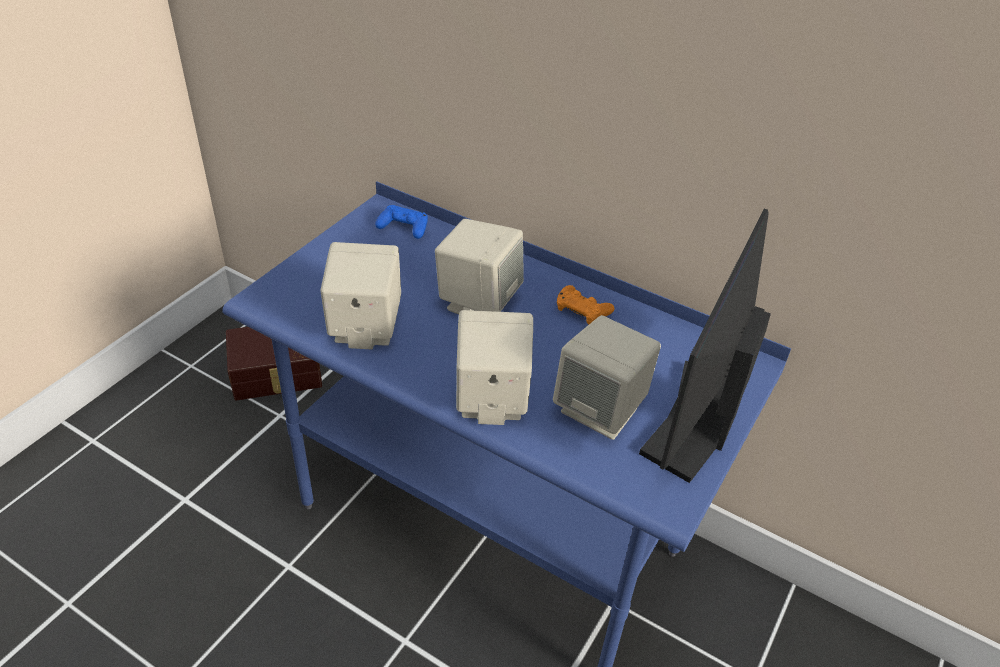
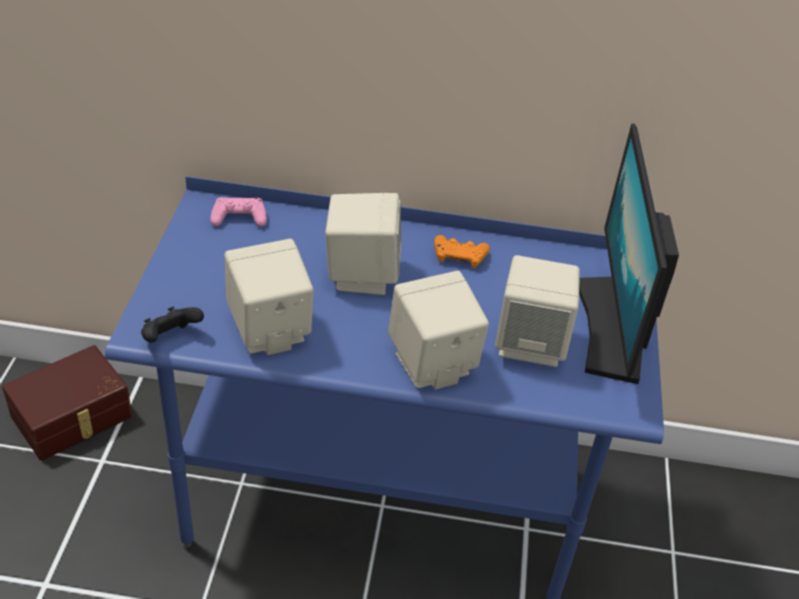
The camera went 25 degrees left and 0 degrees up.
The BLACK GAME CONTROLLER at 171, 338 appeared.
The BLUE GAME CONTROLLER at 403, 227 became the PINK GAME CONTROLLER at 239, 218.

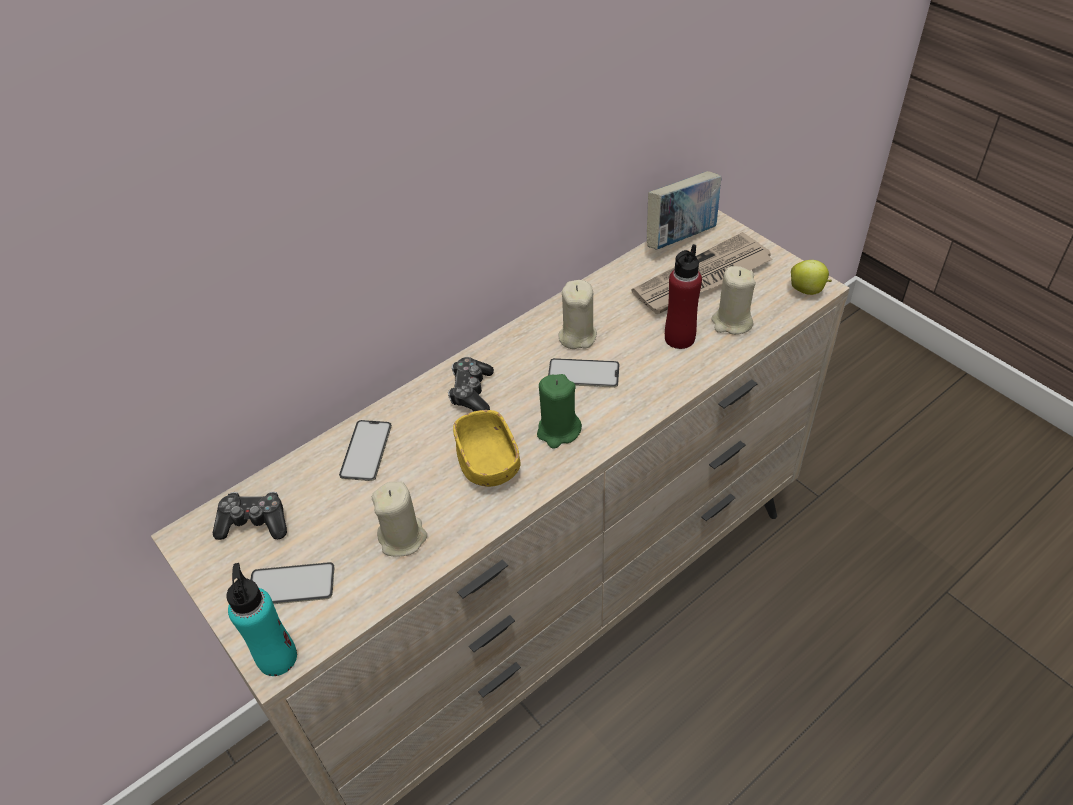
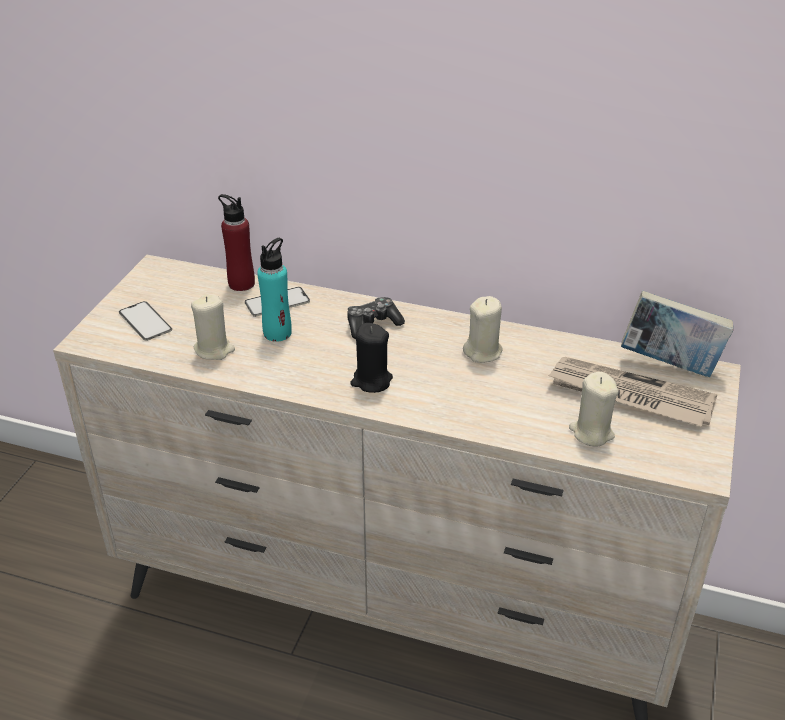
The camera went 55 degrees right and 10 degrees down.
The GAME CONTROLLER at 254, 522 disappeared.
The YELLOW BOWL at 488, 464 disappeared.
The PHONE at 583, 373 disappeared.
The APPLE at 807, 290 disappeared.
The TURQUOISE BOTTLE moved from 277, 657 to 277, 333.
The RED BOTTLE moved from 679, 338 to 241, 283.
The GREEN CANDLE at 558, 431 became the BLACK CANDLE at 371, 381.

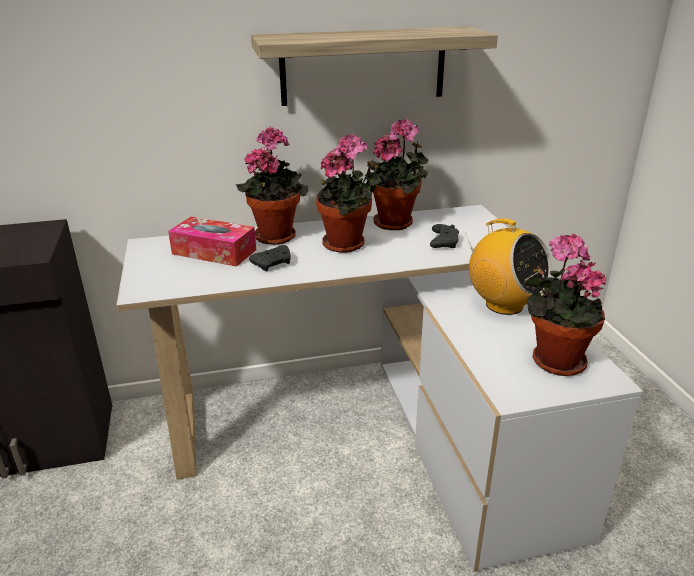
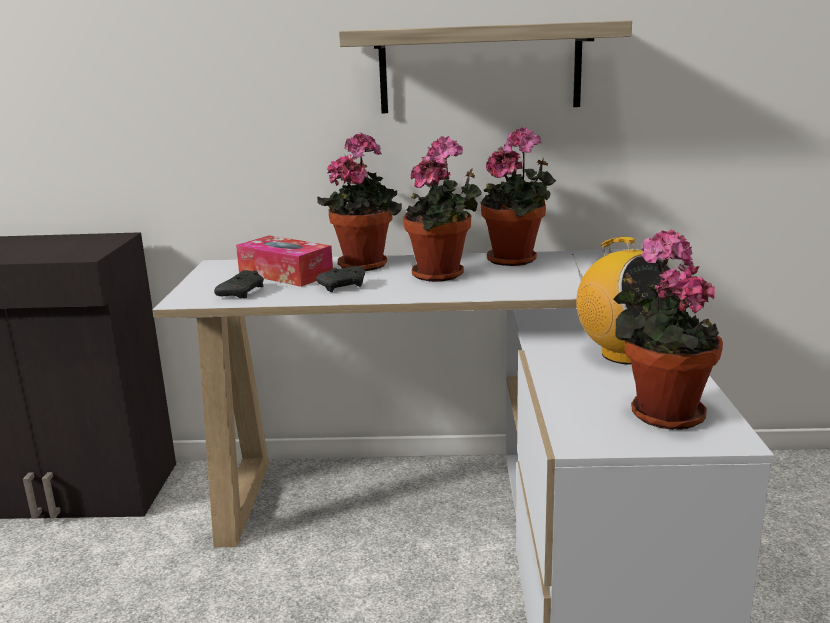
The camera went 15 degrees right and 10 degrees down.
The BLACK GAME CONTROLLER moved from 443, 242 to 242, 292.

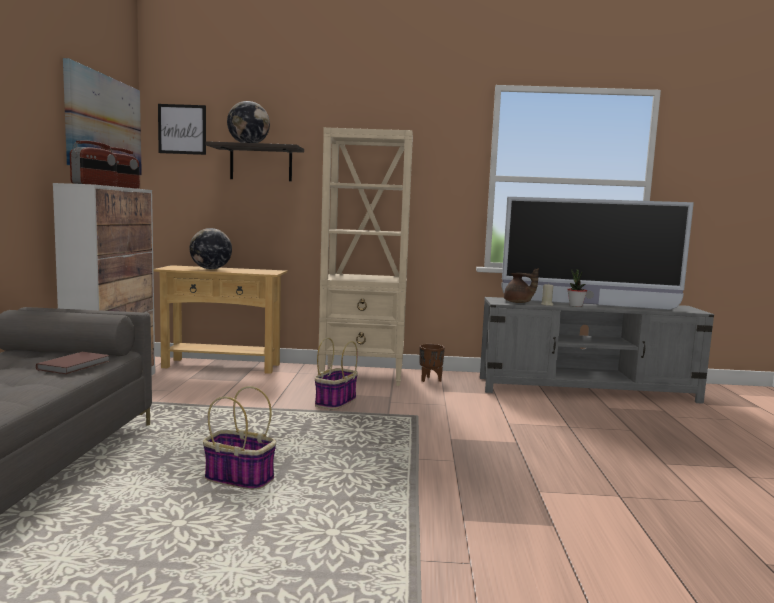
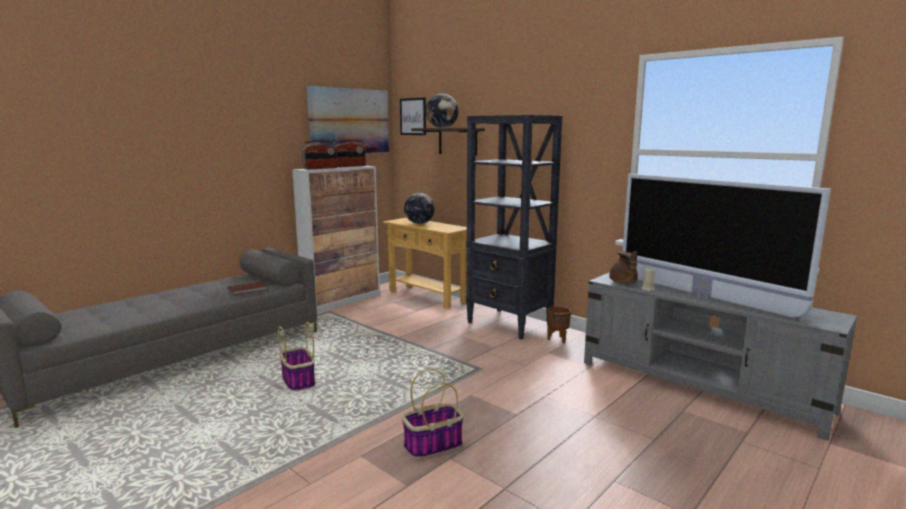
The camera went 40 degrees right and 5 degrees up.
The POTTED PLANT at 575, 305 disappeared.
The BASKET moved from 335, 402 to 432, 446.
The BEIGE BOOKCASE at 363, 375 became the BLACK BOOKCASE at 509, 324.

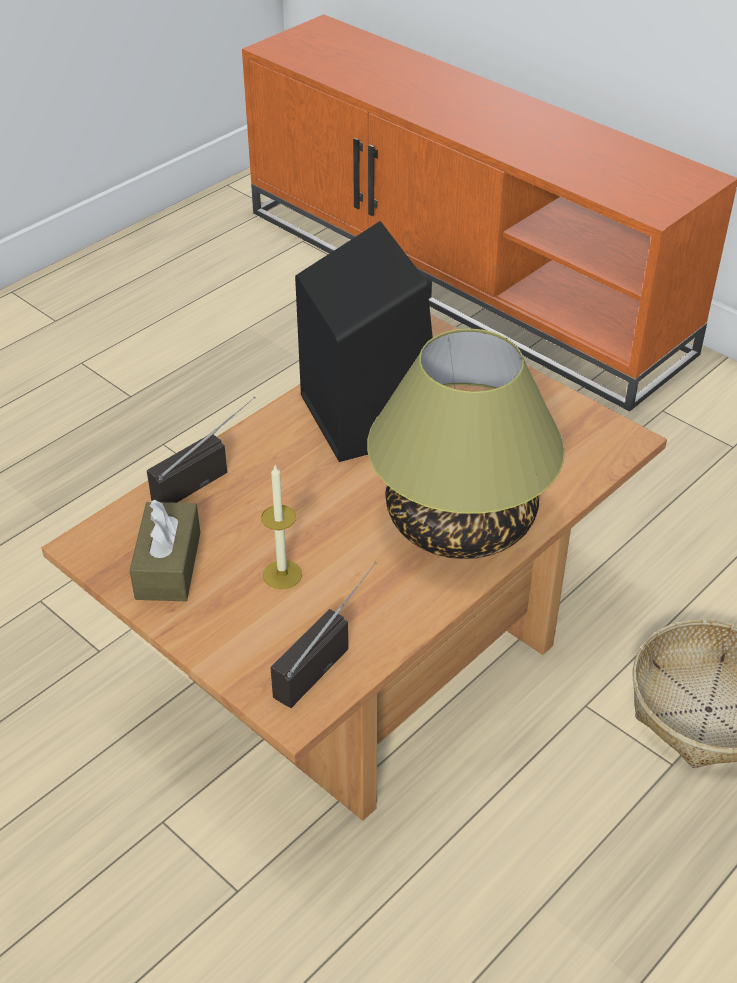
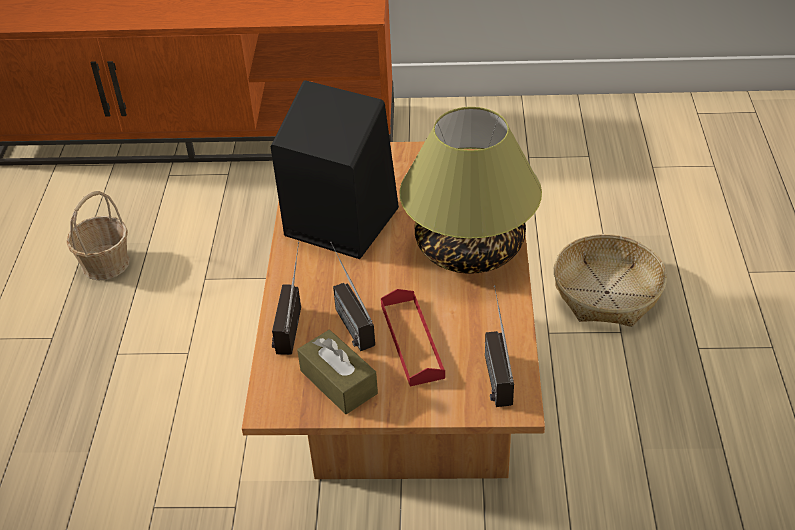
The camera went 40 degrees left and 0 degrees up.
The BASKET at 105, 264 appeared.
The RADIO at 346, 316 appeared.
The CANDLE at 282, 574 was replaced by the RED TRAY at 412, 341.

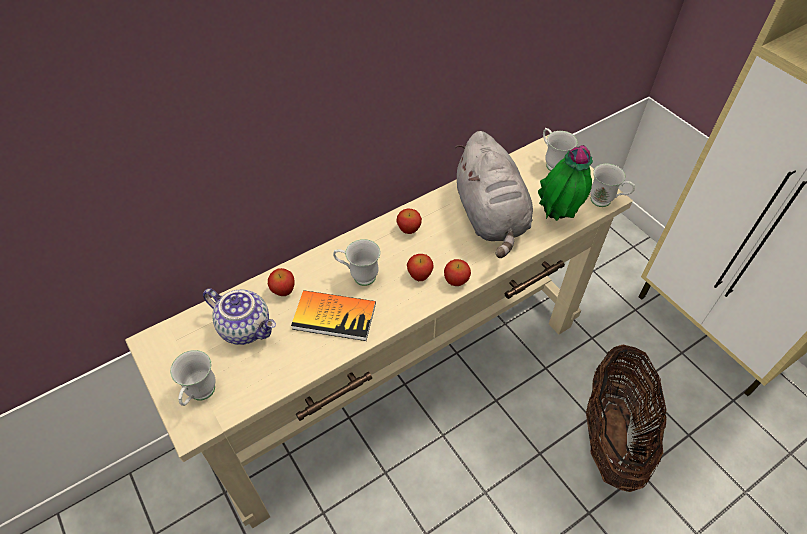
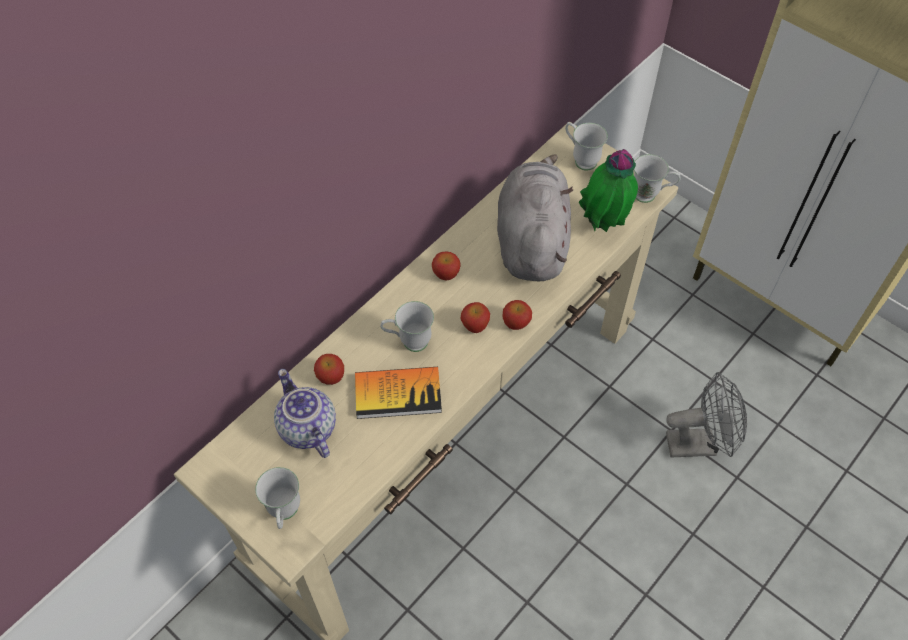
The camera went 15 degrees left and 5 degrees up.
The BASKET at 612, 434 was replaced by the GREY FAN at 699, 443.
The TEAPOT at 246, 327 turned 135 degrees counterclockwise.
The GREY PLUSH TOY at 490, 217 turned 150 degrees counterclockwise.

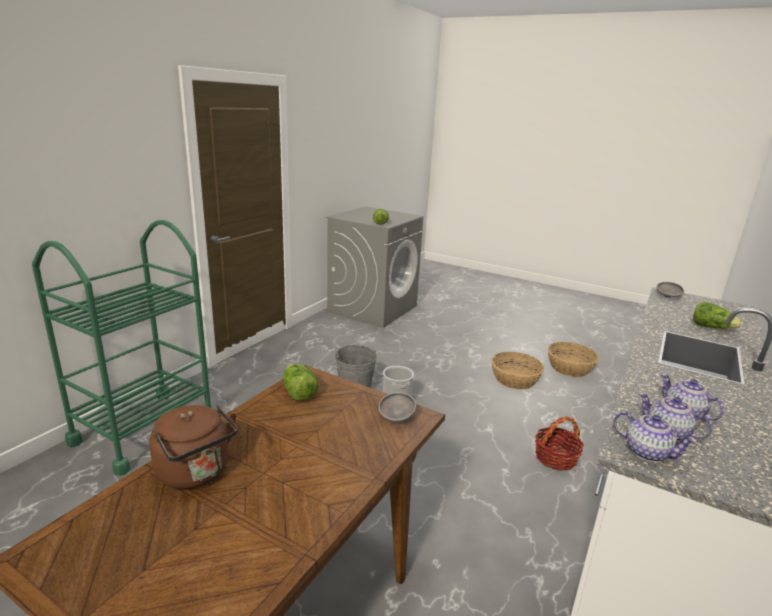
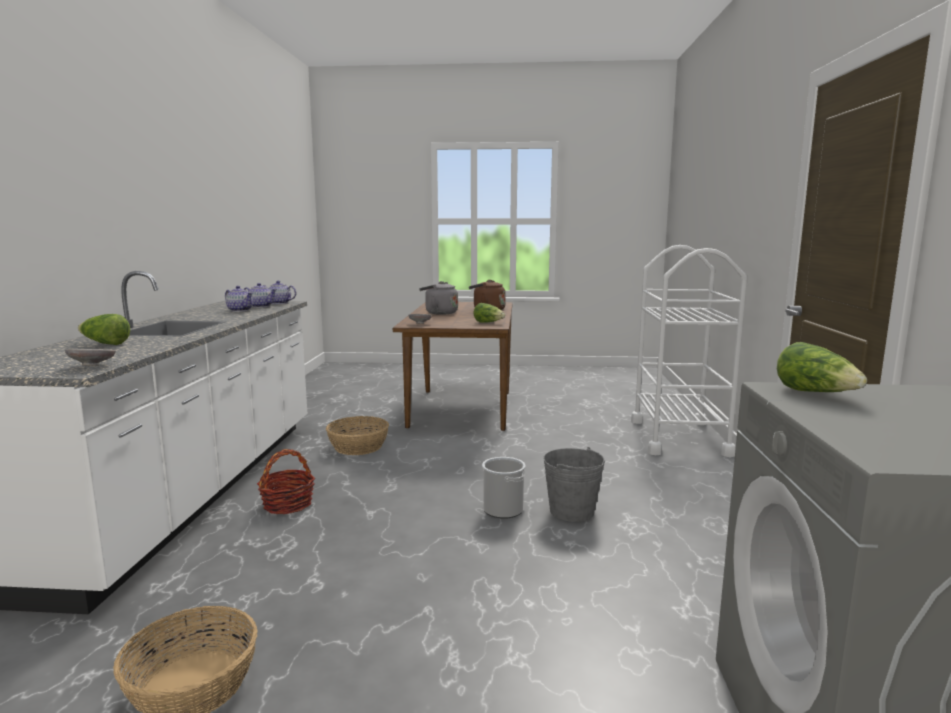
The camera went 155 degrees right and 10 degrees down.
The GREY KETTLE at 439, 313 appeared.
The BASKET moved from 515, 380 to 358, 447.
The GREEN CART at 144, 430 became the WHITE CART at 679, 437.

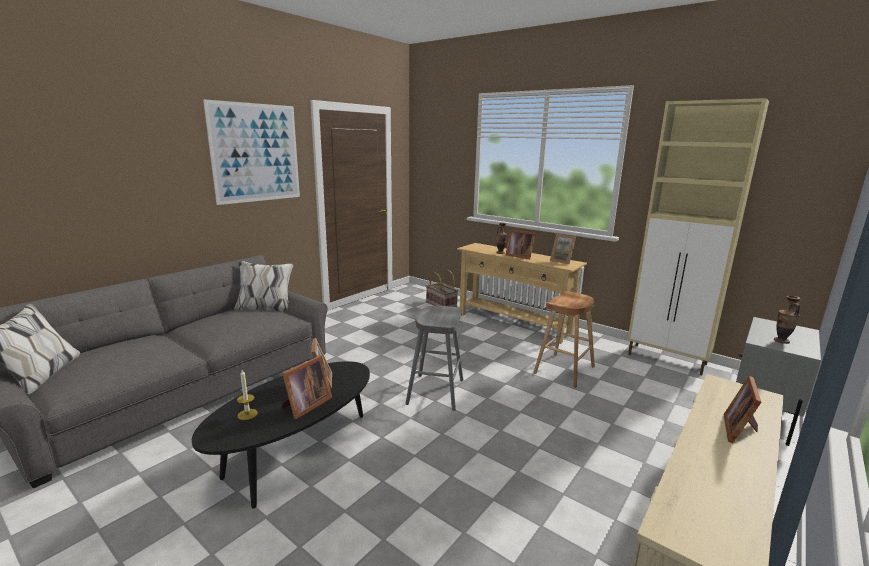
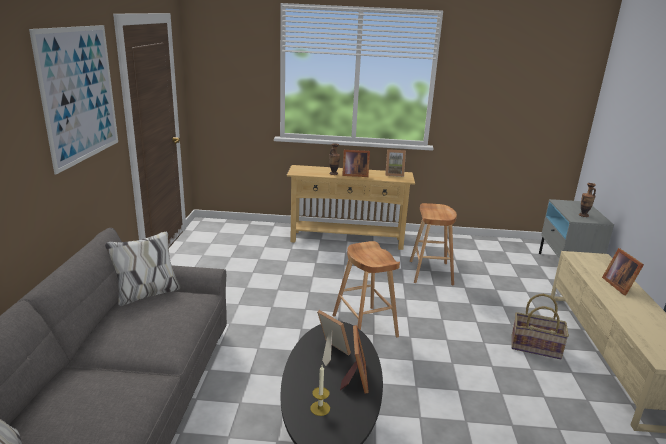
The camera went 35 degrees left and 5 degrees up.
The BEIGE CABINET at 667, 359 disappeared.
The BASKET moved from 442, 304 to 535, 347.
The GREY STOOL at 435, 392 became the BROWN STOOL at 365, 326.

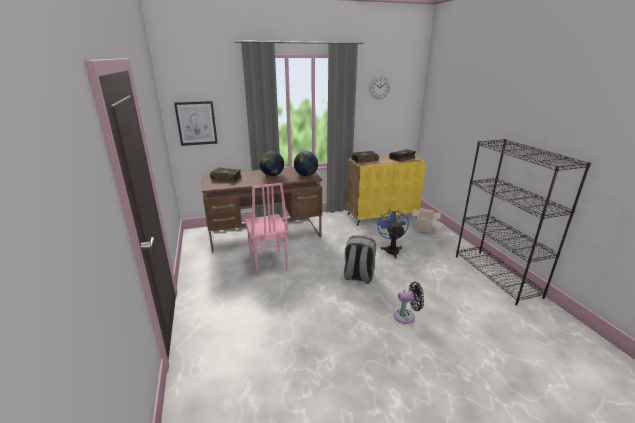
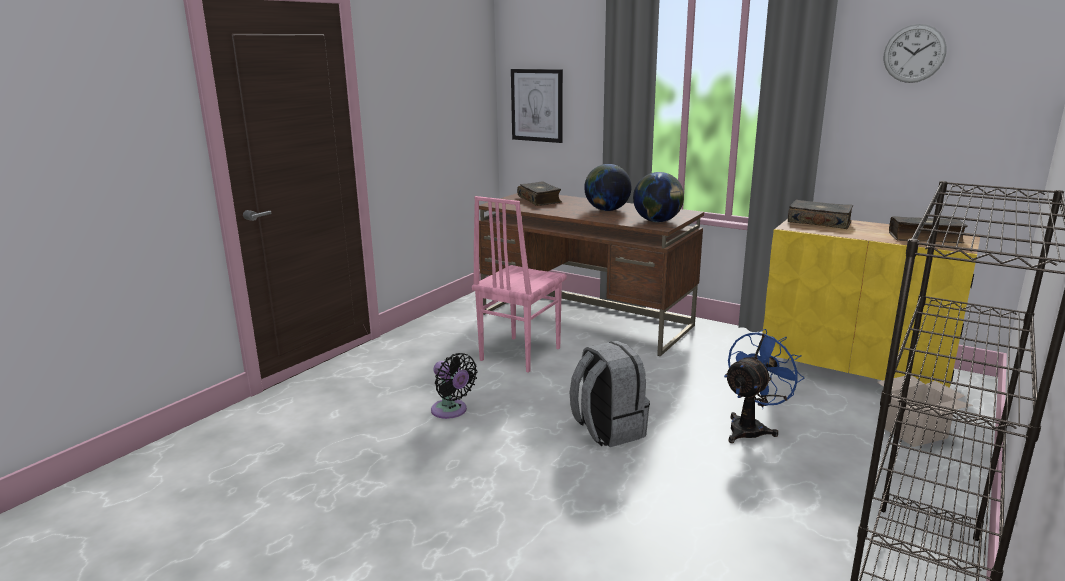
The camera went 50 degrees right and 5 degrees down.
The BLACK FAN moved from 406, 316 to 451, 411.

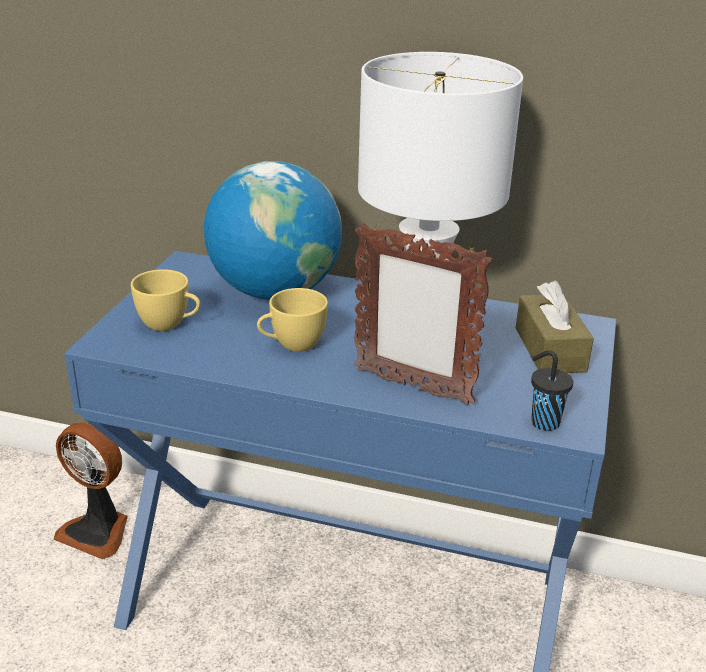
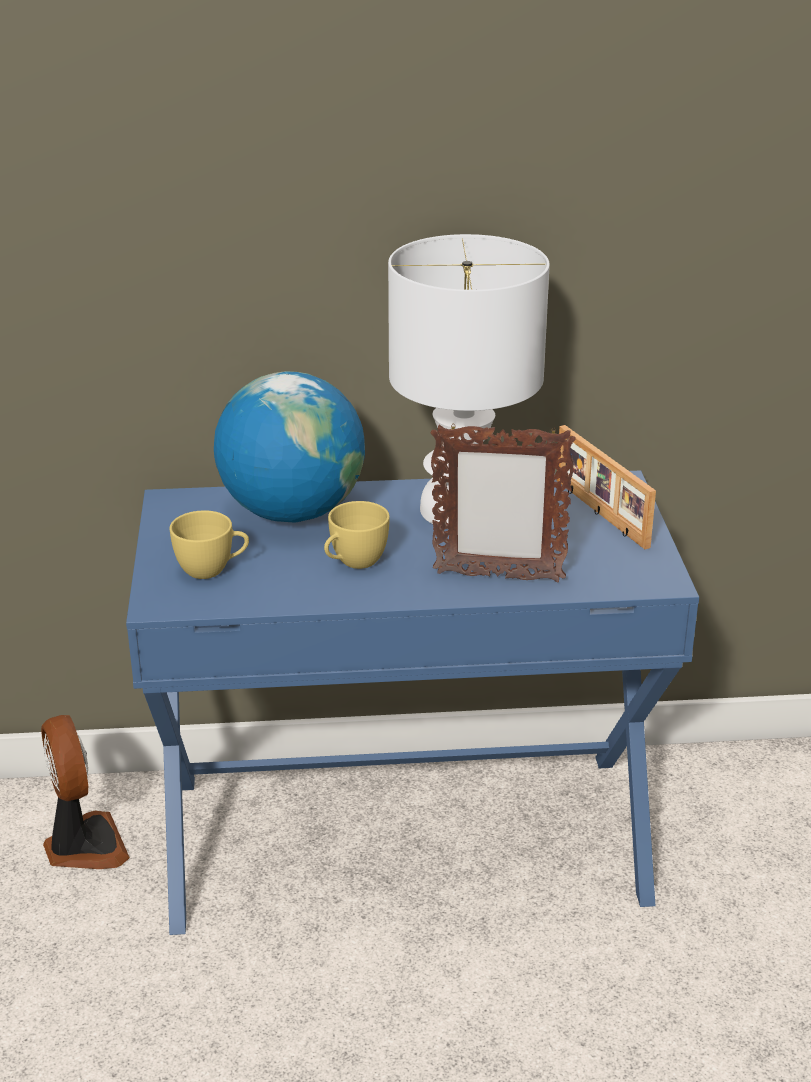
The camera went 20 degrees left and 0 degrees up.
The BLACK CUP at 543, 422 disappeared.
The BROWN TISSUE BOX at 550, 349 was replaced by the PICTURE FRAME at 599, 513.
The FAN at 98, 531 turned 120 degrees counterclockwise.

